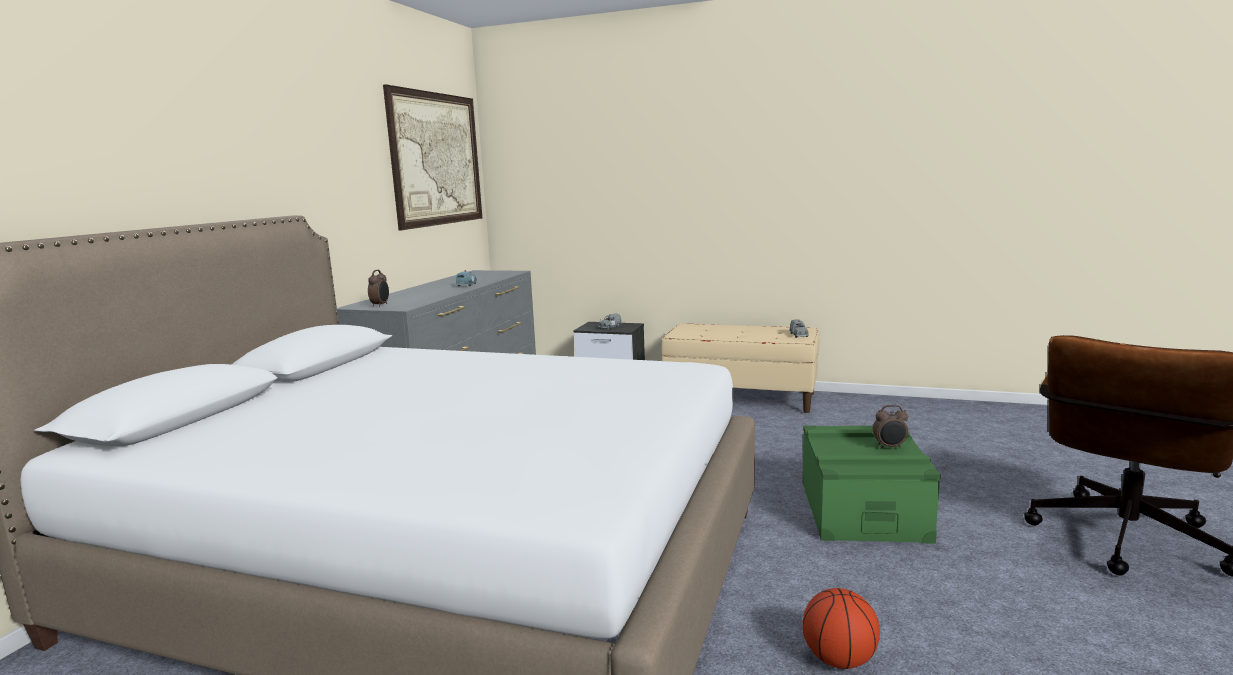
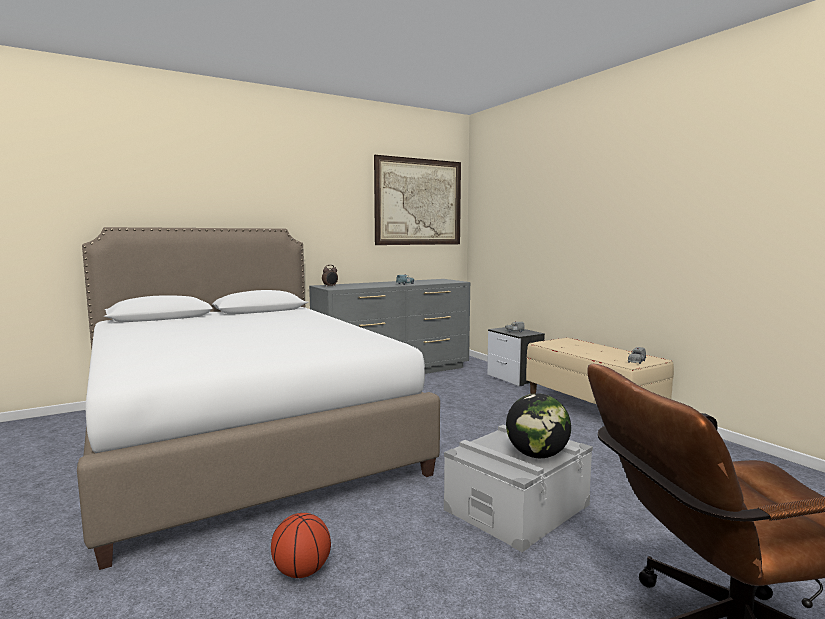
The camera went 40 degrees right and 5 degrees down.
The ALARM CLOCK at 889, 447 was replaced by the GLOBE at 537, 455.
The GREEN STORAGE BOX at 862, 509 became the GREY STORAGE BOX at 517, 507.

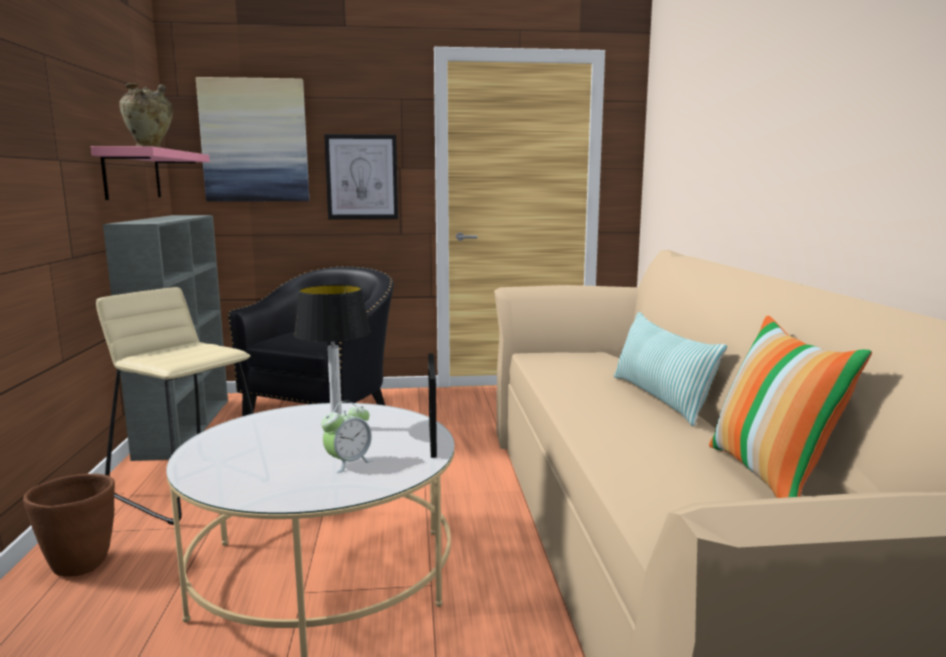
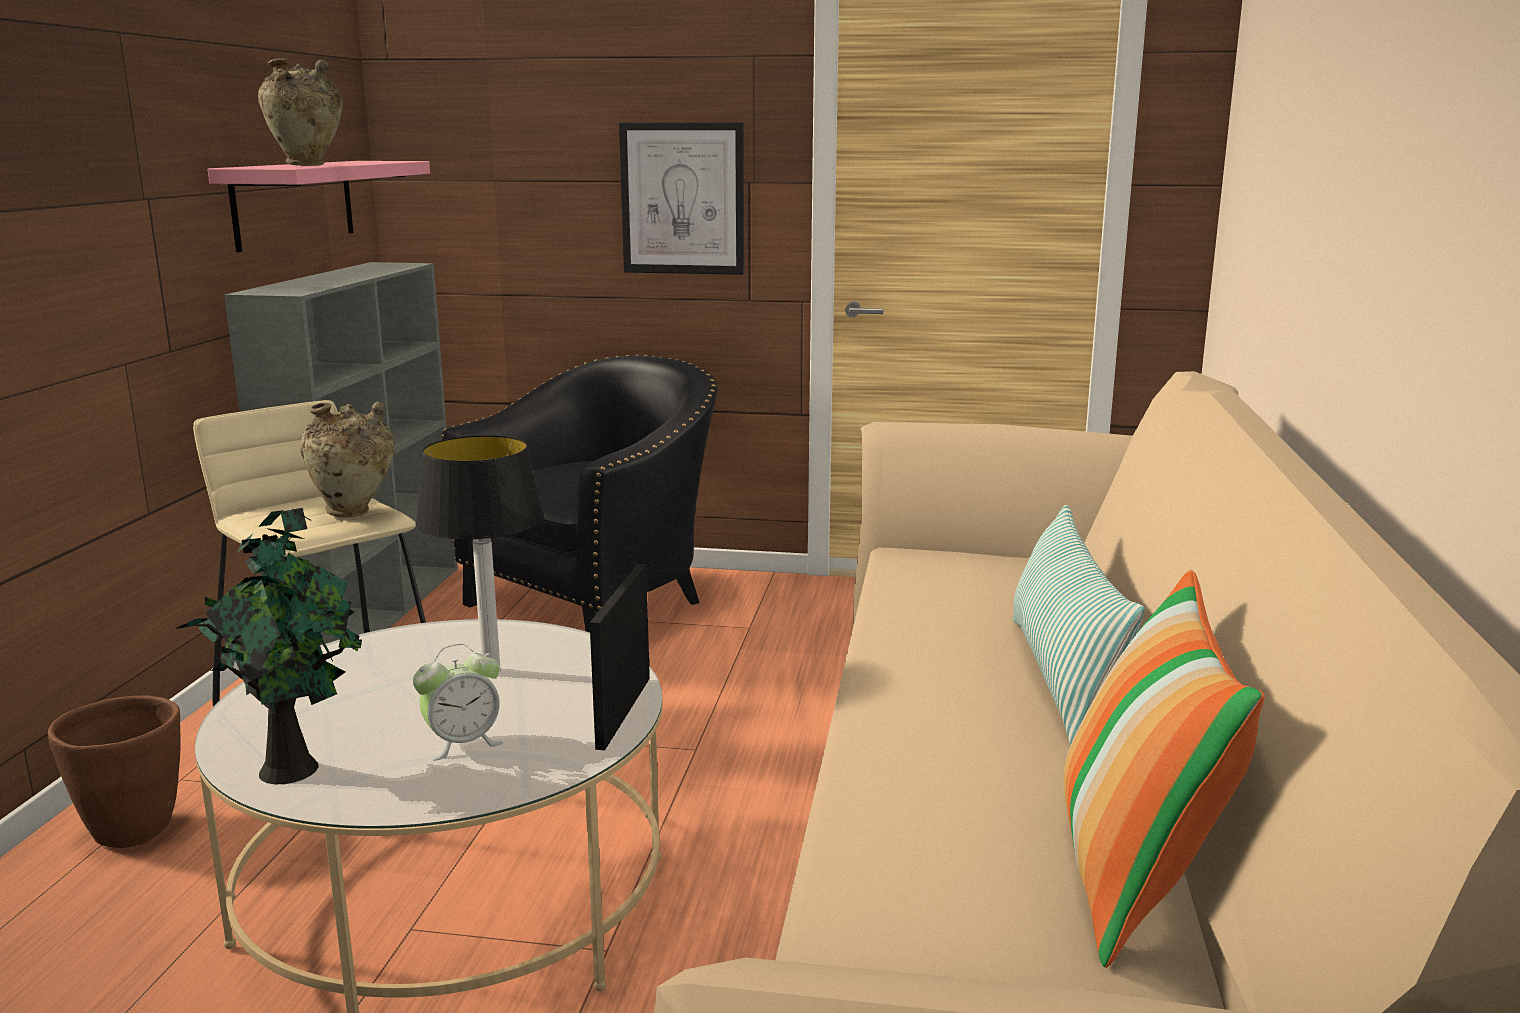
The camera went 15 degrees right and 5 degrees up.
The PICTURE at 255, 141 disappeared.
The POTTED PLANT at 294, 767 appeared.
The BEIGE VASE at 354, 513 appeared.

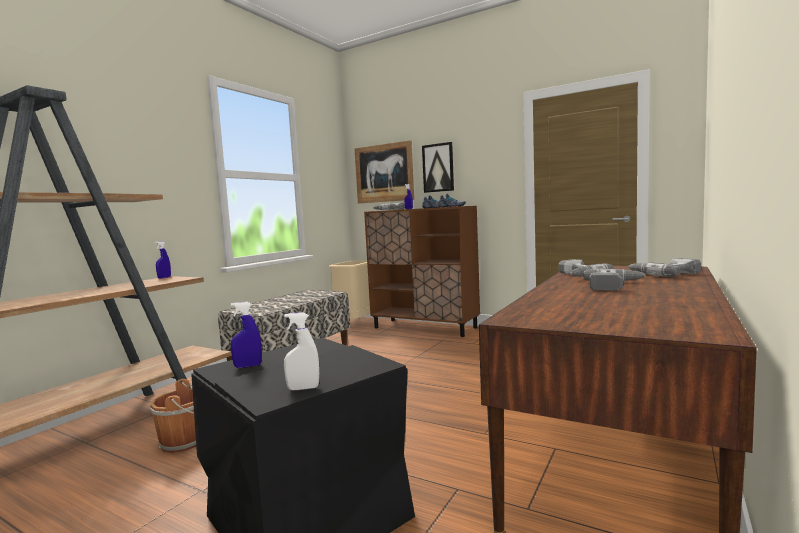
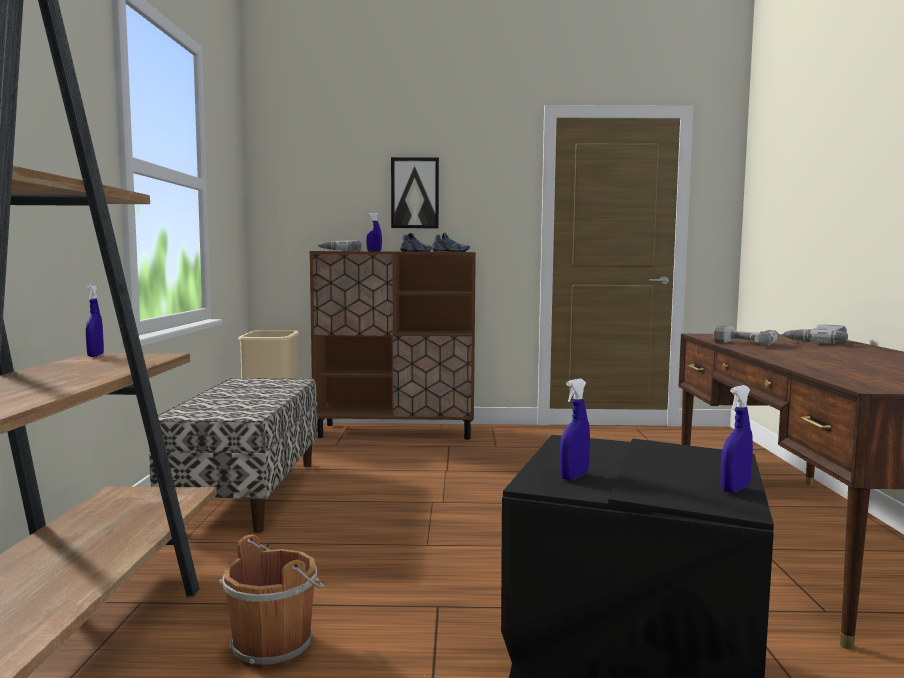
The camera went 30 degrees left and 0 degrees up.
The PICTURE at 384, 173 disappeared.
The POWER DRILL at 615, 286 disappeared.
The WHITE SPRAY BOTTLE at 303, 388 became the BLUE SPRAY BOTTLE at 735, 489.

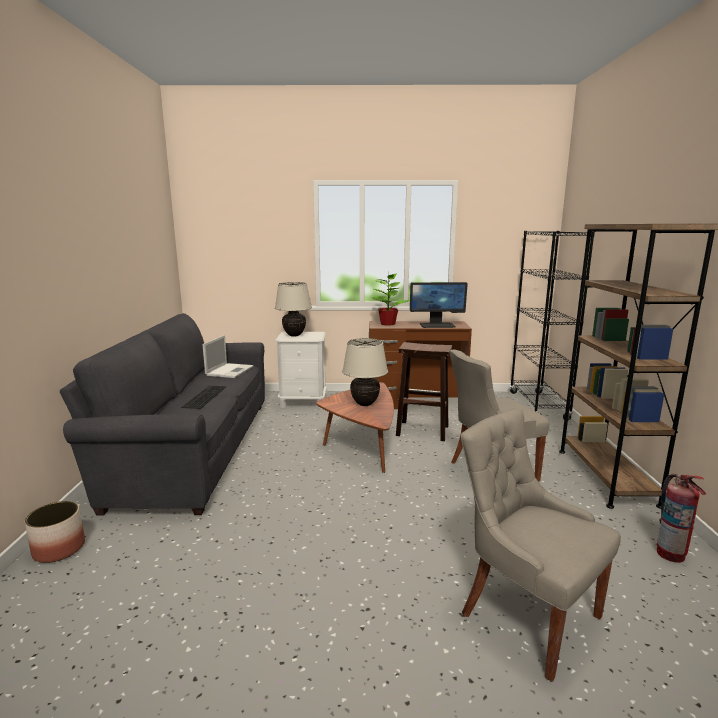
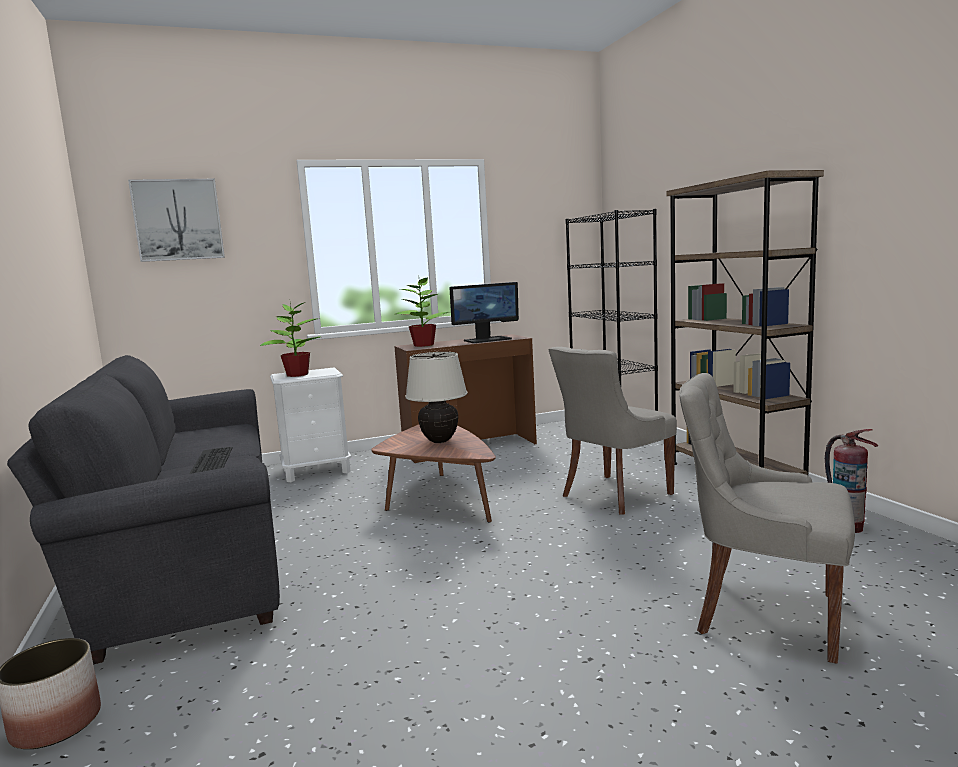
The camera went 20 degrees left and 5 degrees down.
The LAPTOP at 230, 370 disappeared.
The BROWN STOOL at 421, 431 disappeared.
The PICTURE at 178, 220 appeared.
The BEIGE TABLE LAMP at 294, 335 was replaced by the POTTED PLANT at 297, 375.

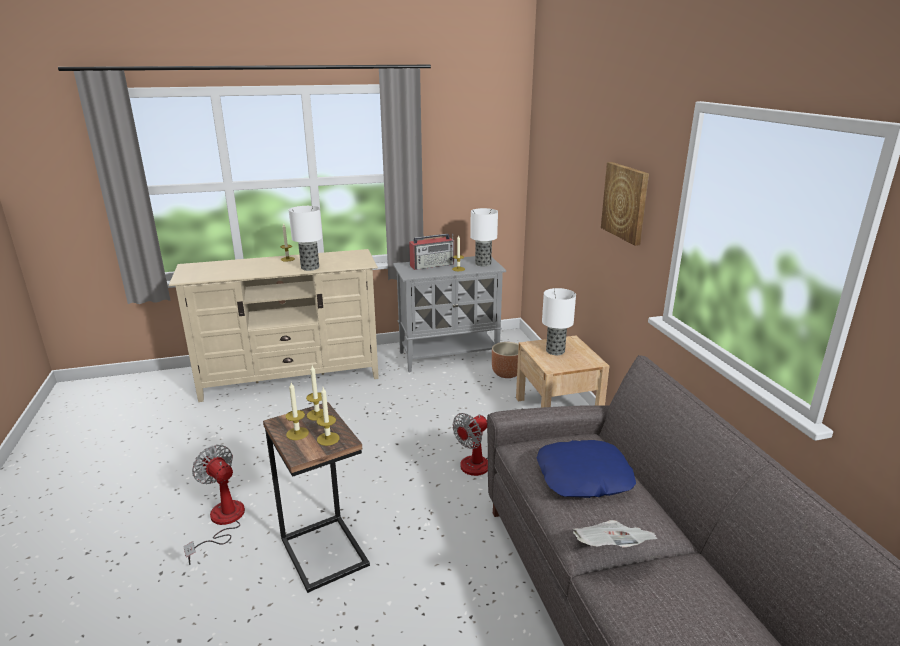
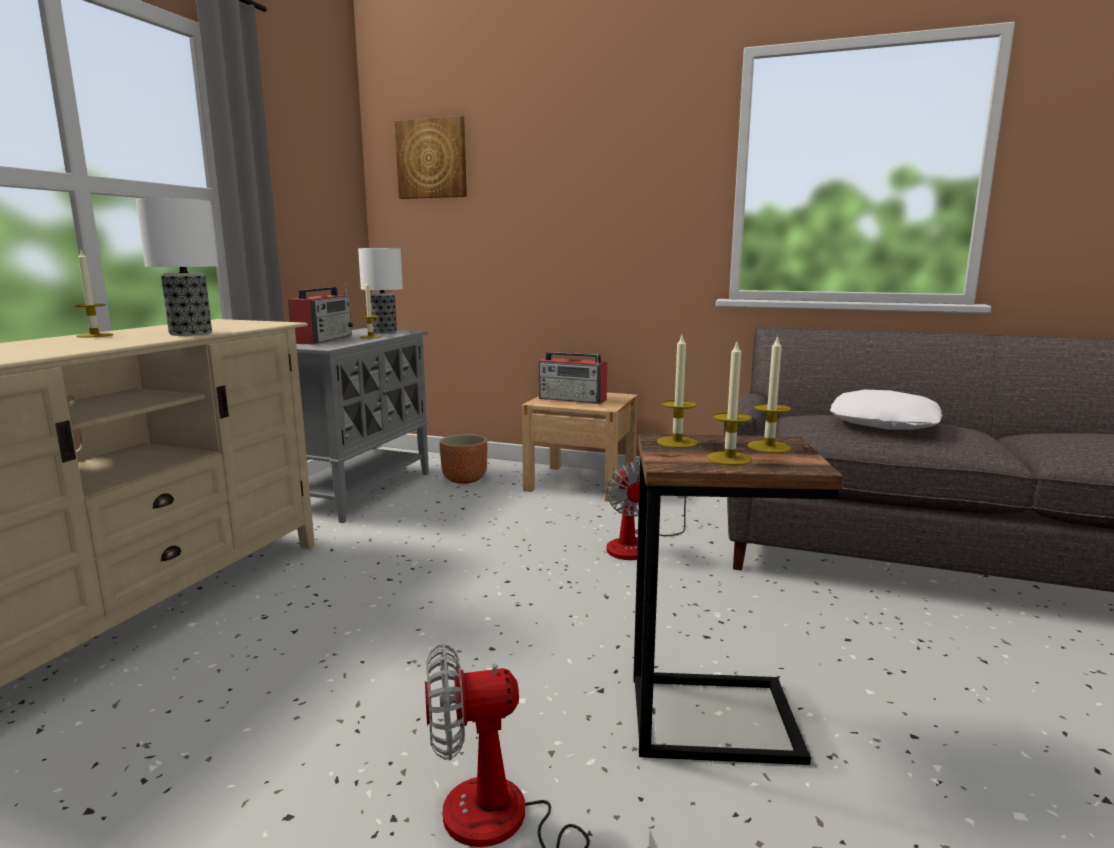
The camera went 55 degrees left and 10 degrees down.
The NEWSPAPER at 610, 550 disappeared.
The PICTURE moved from 626, 202 to 432, 159.
The TABLE LAMP at 556, 351 was replaced by the RADIO at 573, 399.
The BLUE PILLOW at 584, 477 became the WHITE PILLOW at 884, 423.

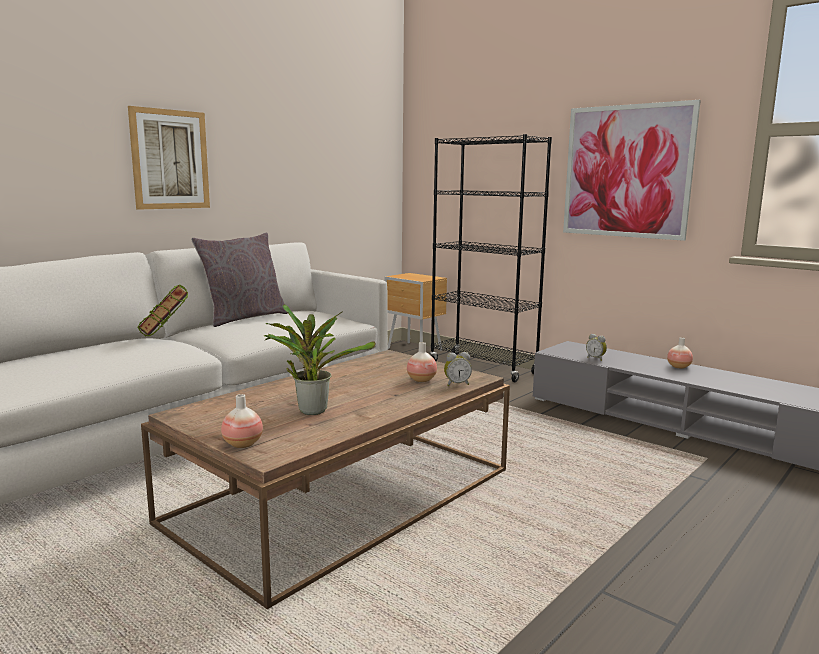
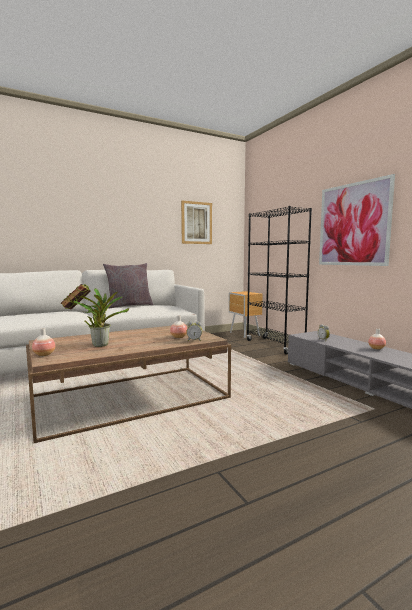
The camera went 20 degrees right and 5 degrees down.
The PICTURE moved from 170, 159 to 196, 223.

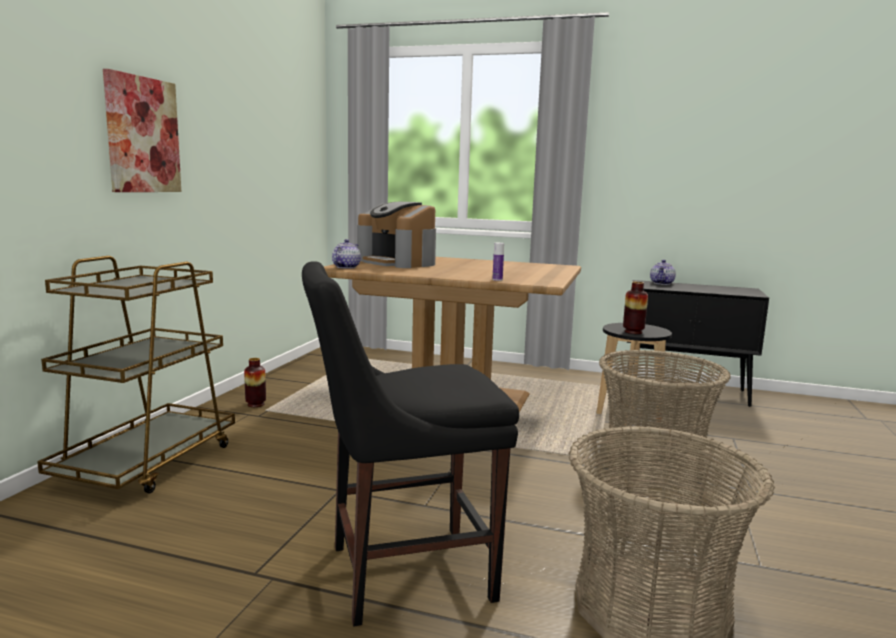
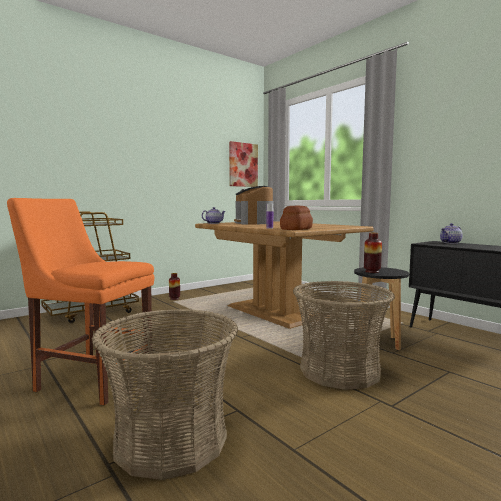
The camera went 35 degrees right and 5 degrees down.
The BREAD at 295, 229 appeared.
The PICTURE moved from 142, 135 to 243, 165.
The BLACK CHAIR at 401, 573 became the ORANGE CHAIR at 91, 378.

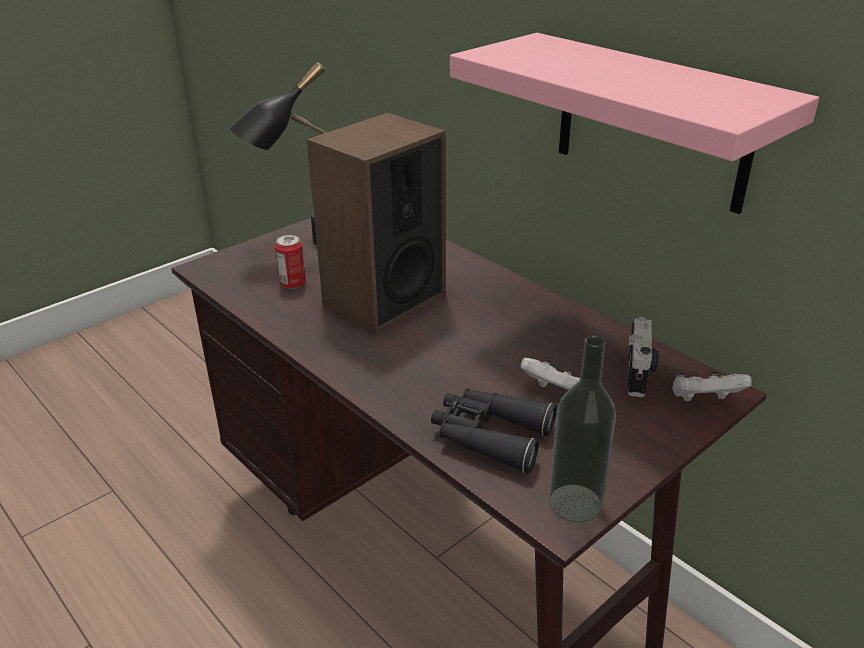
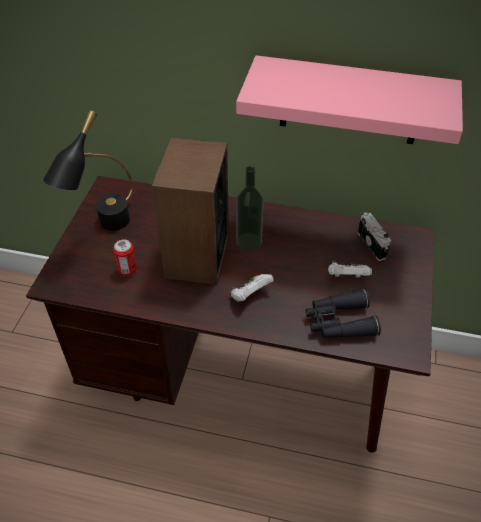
The camera went 35 degrees left and 15 degrees up.
The BOTTLE moved from 575, 503 to 249, 242.
The WHITE GAME CONTROLLER moved from 704, 401 to 250, 295.

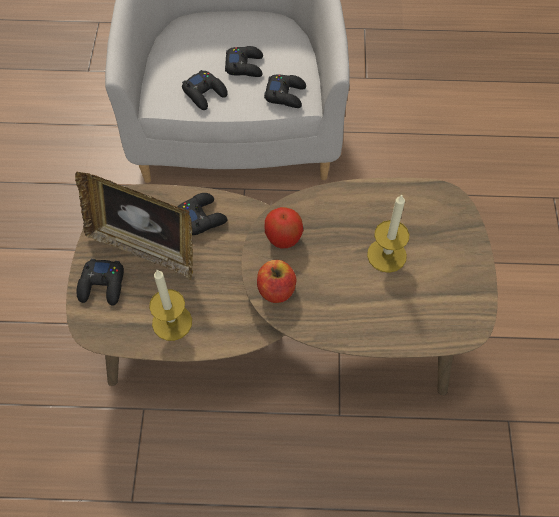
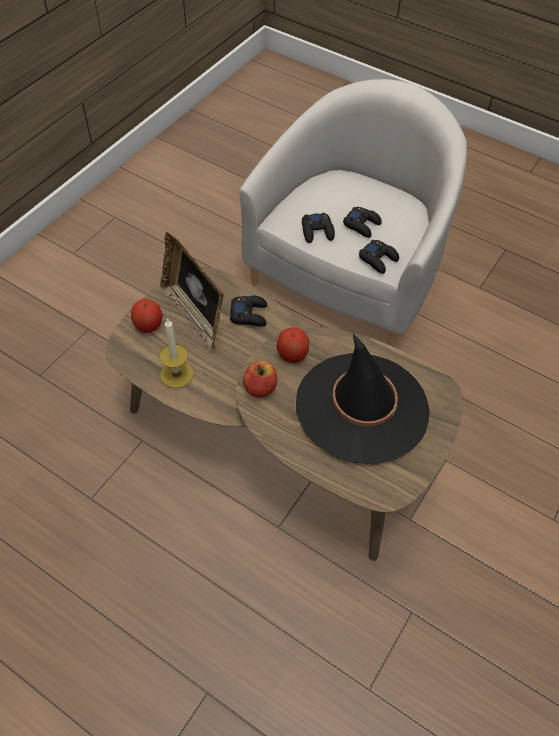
The camera went 30 degrees right and 5 degrees down.
The BLACK GAME CONTROLLER at 102, 285 was replaced by the APPLE at 148, 326.
The CANDLE at 386, 255 was replaced by the BLACK HAT at 362, 407.

